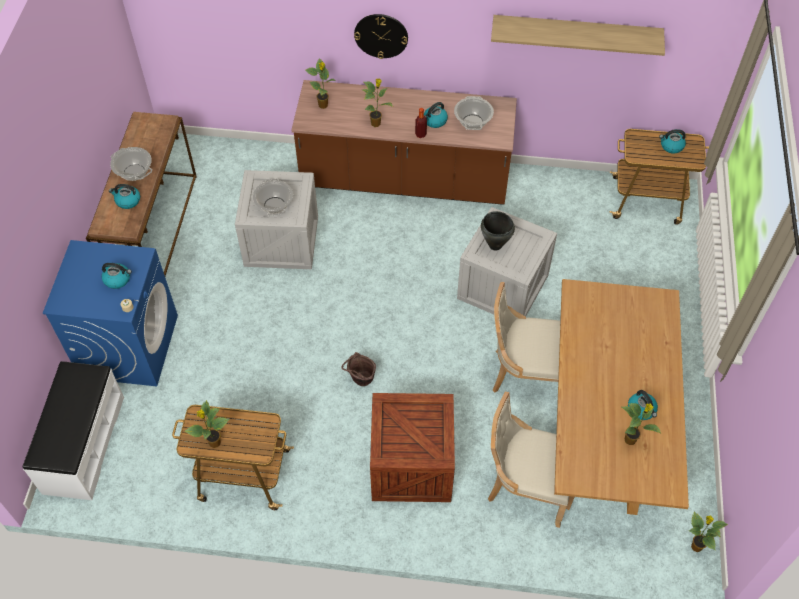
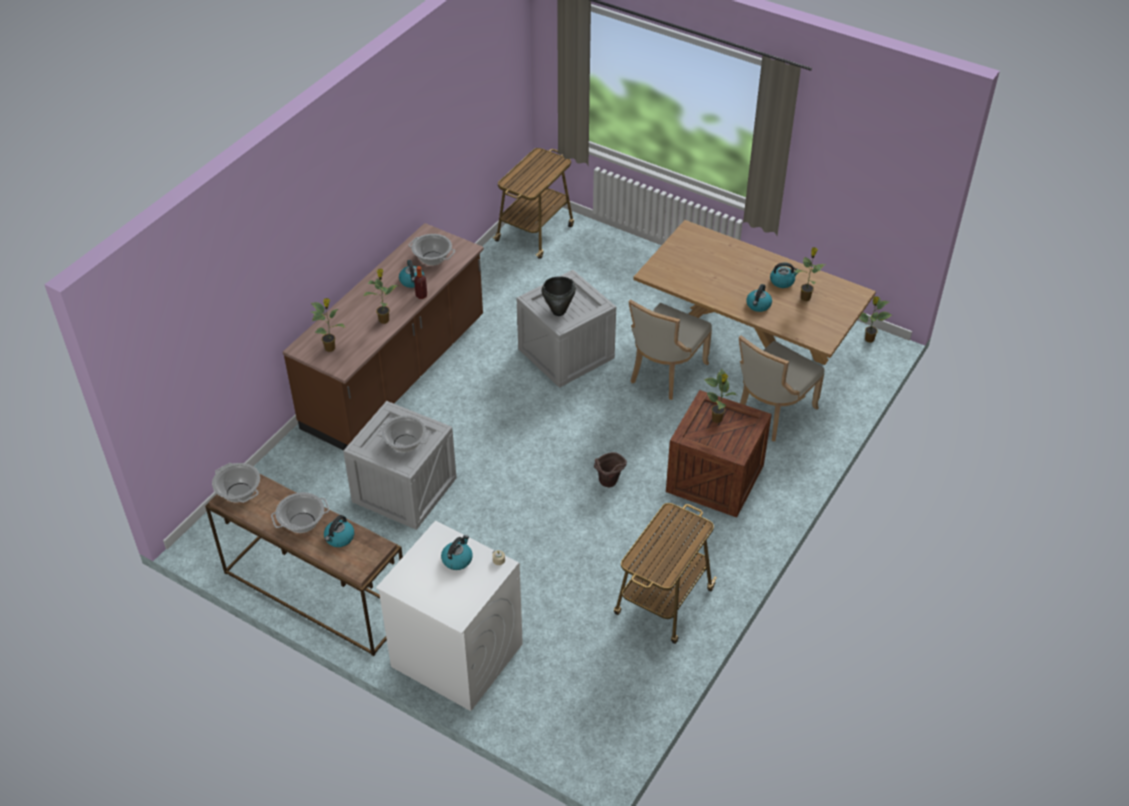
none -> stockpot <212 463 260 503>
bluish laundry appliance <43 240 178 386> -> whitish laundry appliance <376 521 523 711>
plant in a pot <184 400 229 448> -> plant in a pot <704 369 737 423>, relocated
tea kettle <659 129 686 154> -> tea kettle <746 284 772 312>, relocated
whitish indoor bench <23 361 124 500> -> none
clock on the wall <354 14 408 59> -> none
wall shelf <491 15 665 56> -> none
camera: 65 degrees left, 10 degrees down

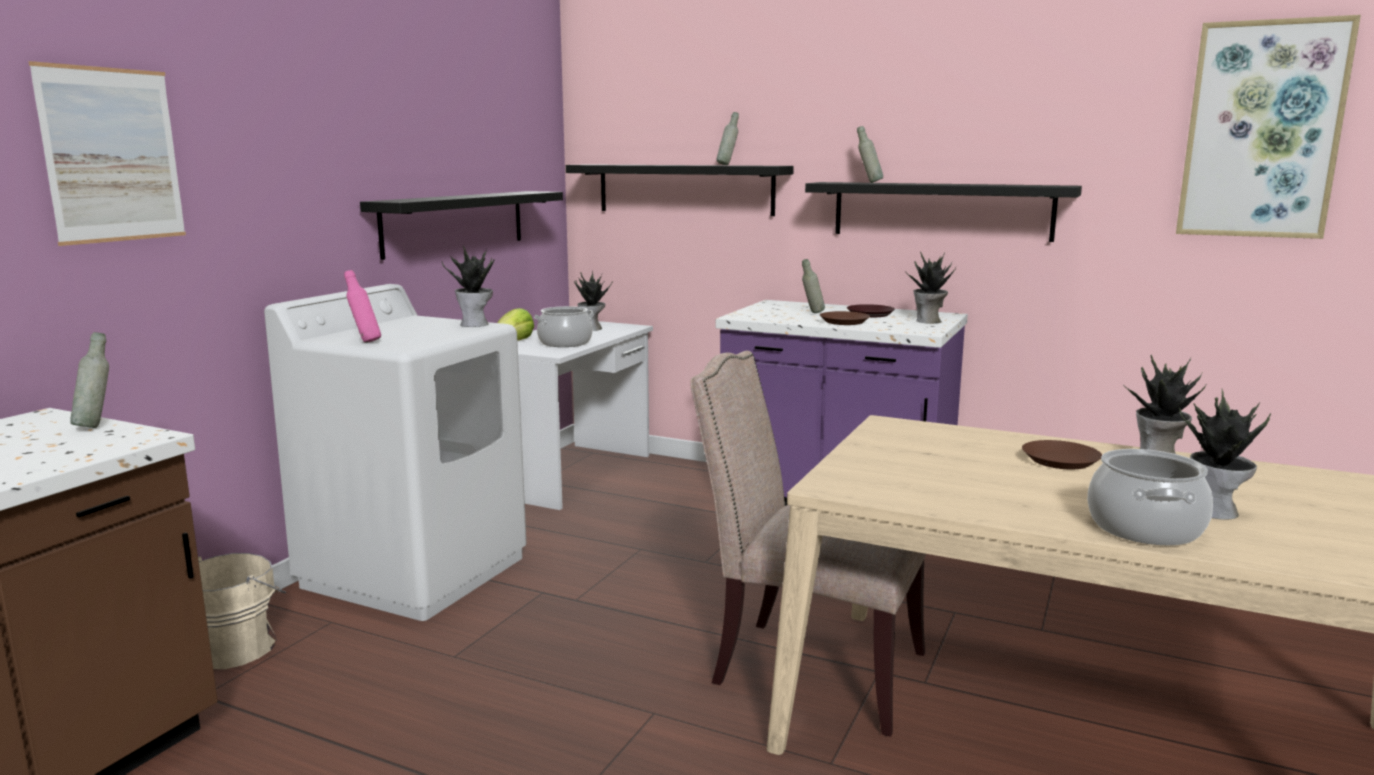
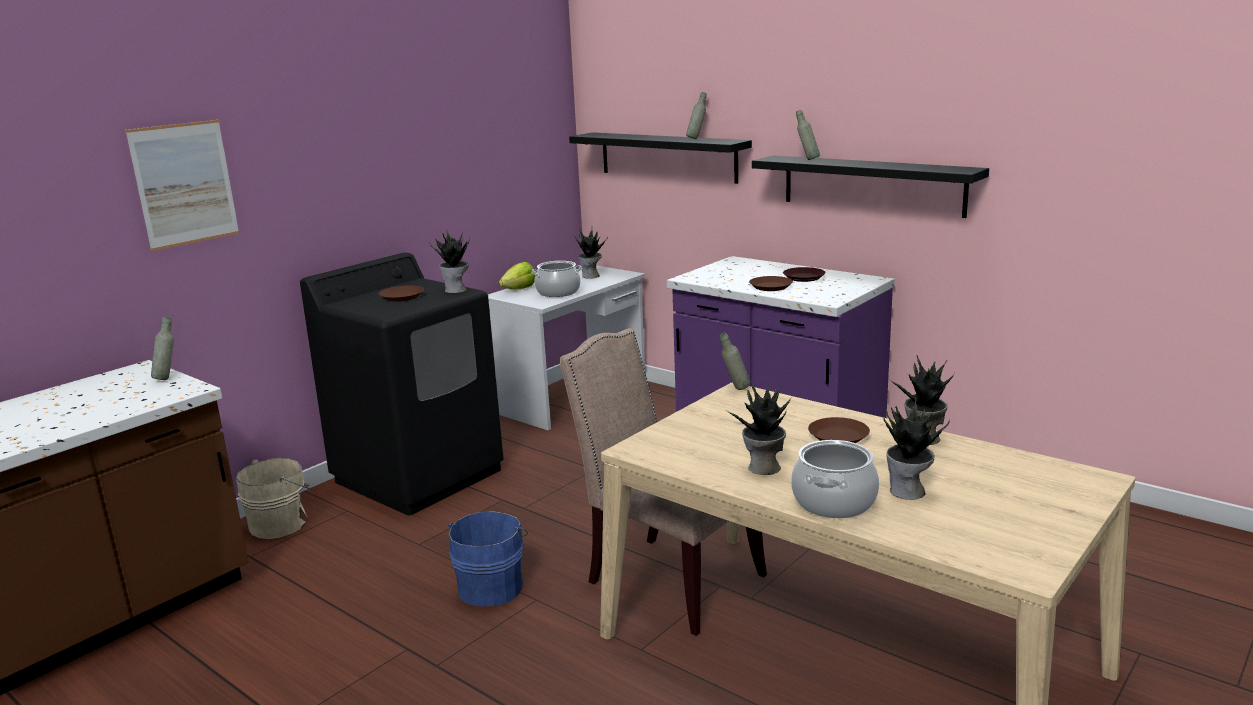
whitish laundry appliance <264 284 527 621> -> black laundry appliance <300 252 503 515>
none -> brown flat dish <379 286 424 302>
none -> bluish pail <448 512 528 606>
gray beverage bottle <802 259 825 313> -> gray beverage bottle <720 333 750 390>, relocated
plant in a pot <905 252 956 324> -> plant in a pot <725 382 792 475>, relocated
pink beverage bottle <344 270 381 343> -> none
black wall shelf <360 191 563 260> -> none
wall picture <1176 15 1361 239> -> none
camera: 15 degrees right, 5 degrees up

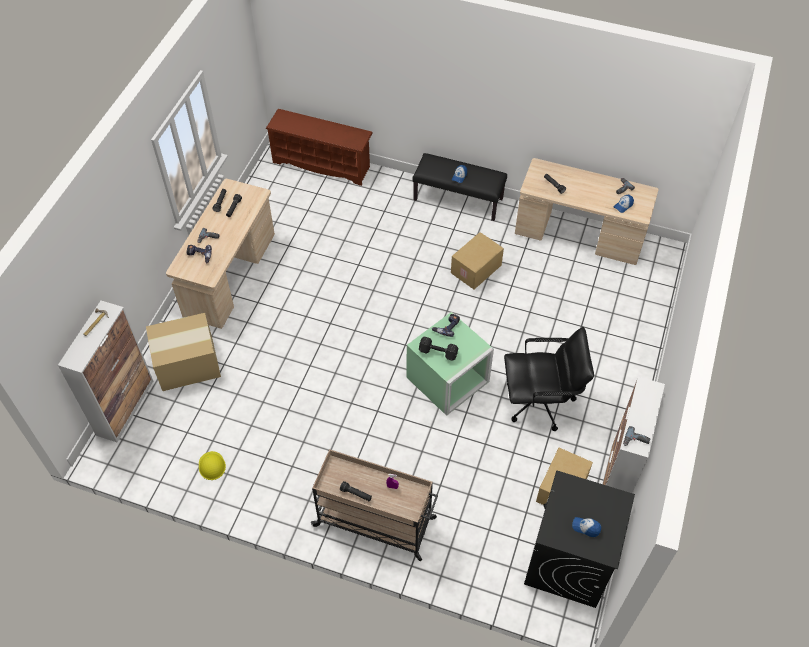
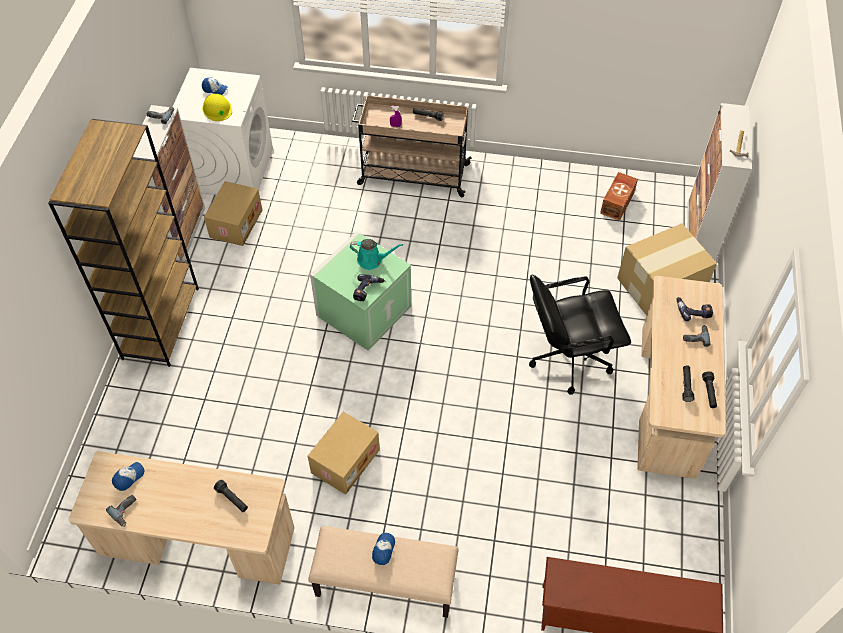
none -> brown bookshelf <48 119 199 367>
black laundry appliance <524 471 635 608> -> whitish laundry appliance <173 68 273 195>
yellow work helmet <199 451 226 480> -> yellow work helmet <202 94 232 121>, relocated
black indoor bench <412 153 507 221> -> beige-coloured indoor bench <308 526 459 618>
black free weight <419 336 458 361> -> turquoise watering pot <350 239 403 270>
black desk chair <504 327 594 431> -> black desk chair <529 275 631 395>, relocated
none -> brown storage bin <600 172 638 221>
camera: 170 degrees right, 0 degrees up

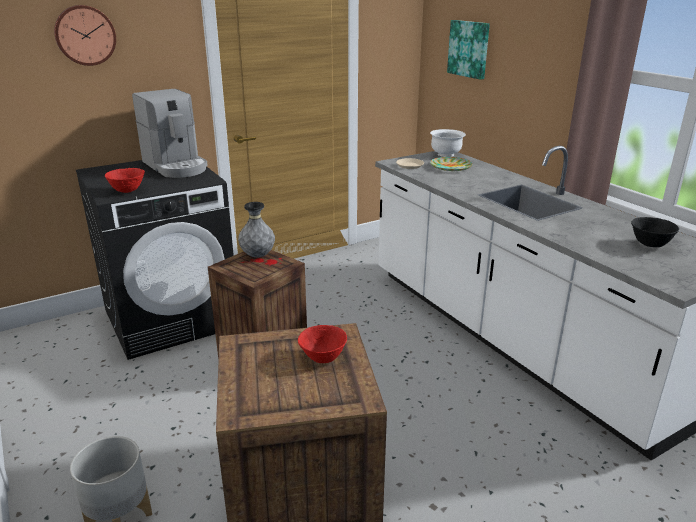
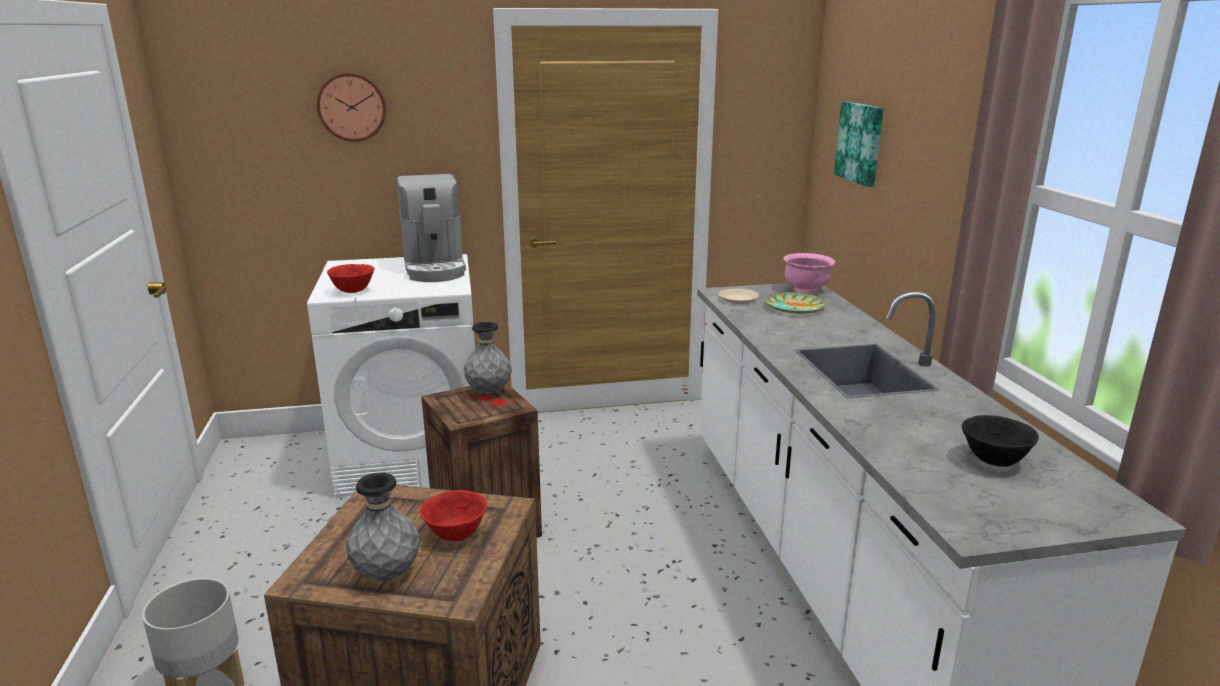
black laundry appliance <76 160 234 360> -> whitish laundry appliance <307 254 475 497>
none -> gray decorative vase <346 473 420 581>
whitish bowl <430 129 466 157> -> pink bowl <783 253 835 293>
camera: 20 degrees right, 5 degrees down

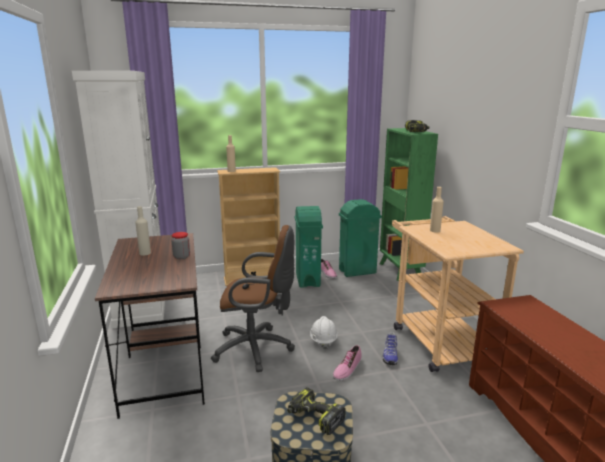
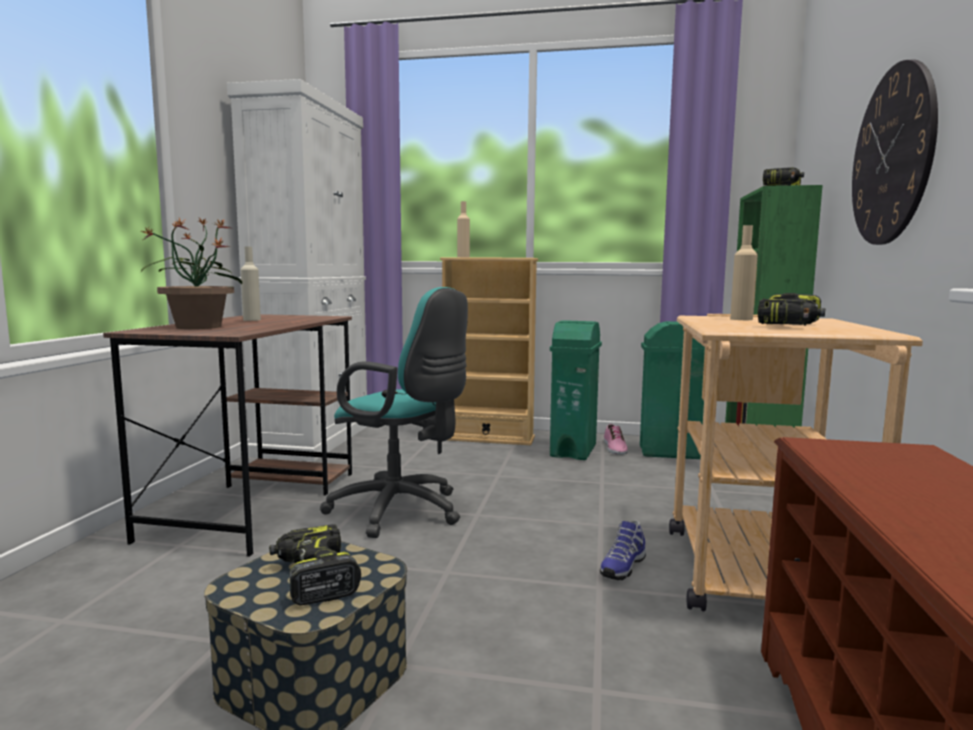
none -> plant in a pot <141 218 242 329>
brown desk chair <211 225 295 372> -> turquoise desk chair <320 287 468 538>
none -> electric drill <757 293 825 325>
none -> clock on the wall <852 60 938 245>
preserve jar <171 232 190 259> -> none
whitish work helmet <310 316 338 350> -> none
shoe <333 345 362 381> -> none
camera: 25 degrees right, 10 degrees down

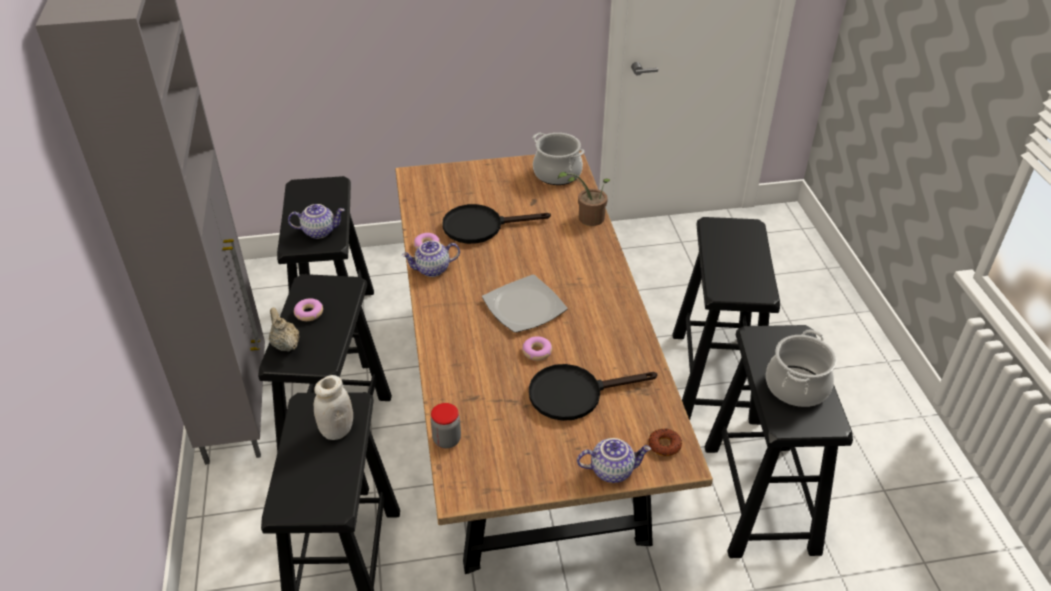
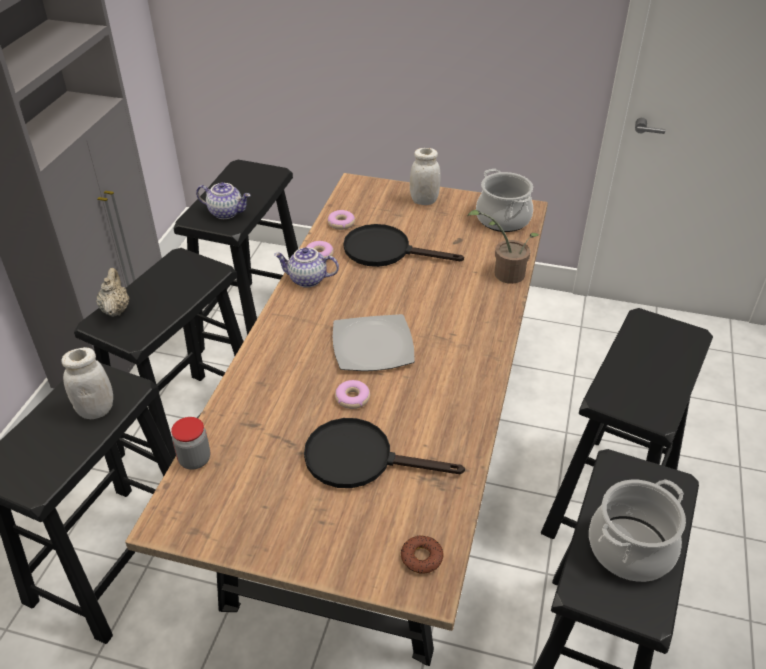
ring doughnut <294 298 323 321> -> ring doughnut <328 210 355 230>, relocated
none -> whitish preserve jar <410 148 440 205>
tea pot <577 438 651 483> -> none
camera: 25 degrees right, 0 degrees up

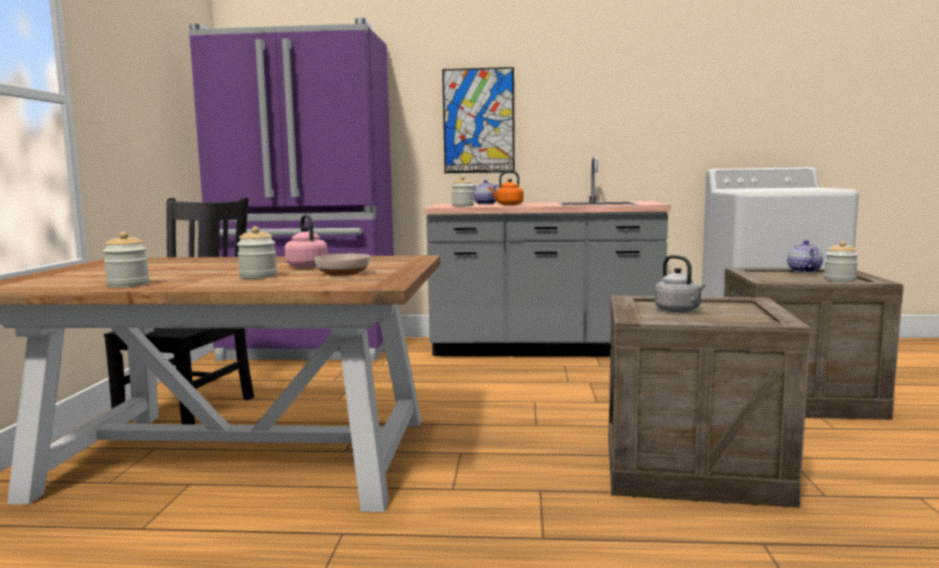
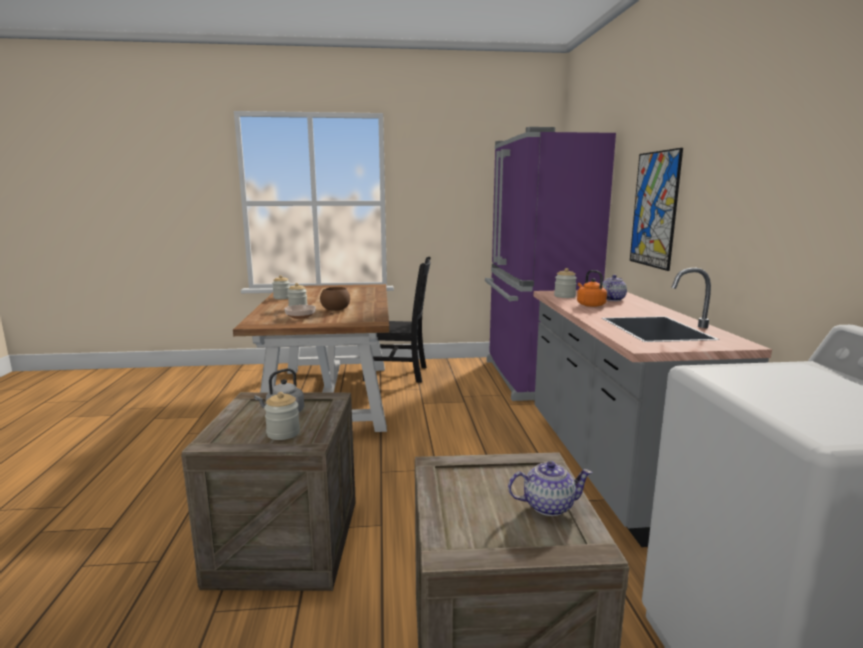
preserve jar <824 241 858 282> -> preserve jar <264 392 300 440>, relocated
pink tea kettle <285 215 328 268> -> brown bowl <320 287 350 311>
camera: 80 degrees right, 5 degrees up

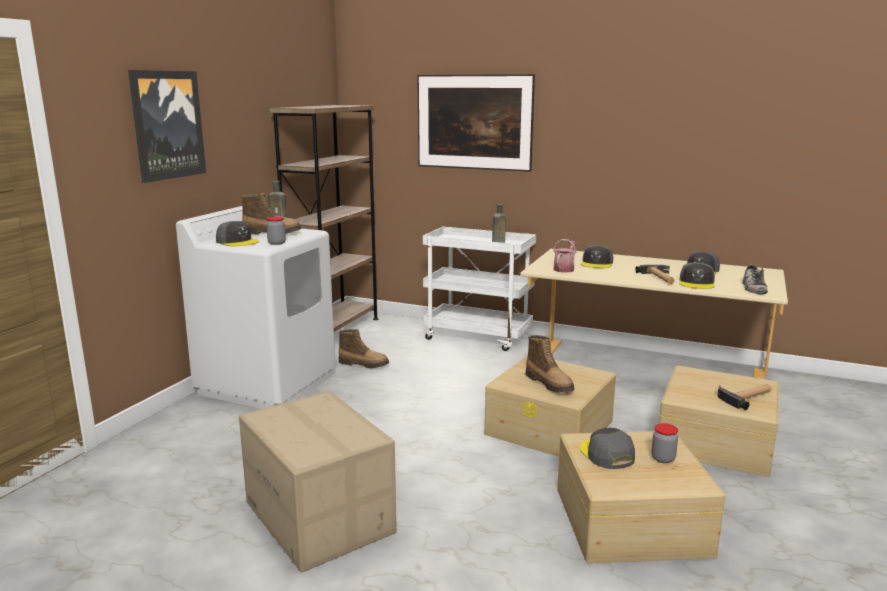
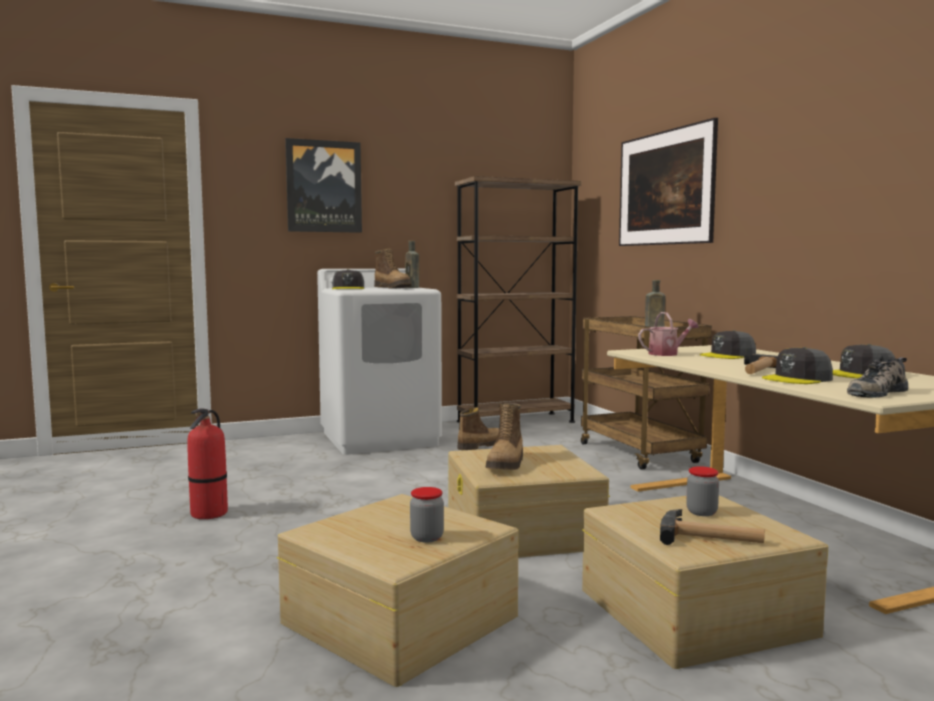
carton <239 391 396 573> -> extinguisher <187 408 228 519>
tall boot <339 329 389 368> -> tall boot <457 408 499 450>, 105 degrees counterclockwise
whitish wheeled cart <423 227 536 351> -> brown wheeled cart <581 316 712 470>
preserve jar <266 216 286 245> -> preserve jar <686 466 719 516>, relocated
gray peaked cap <580 428 635 469> -> none
camera: 45 degrees right, 10 degrees down

